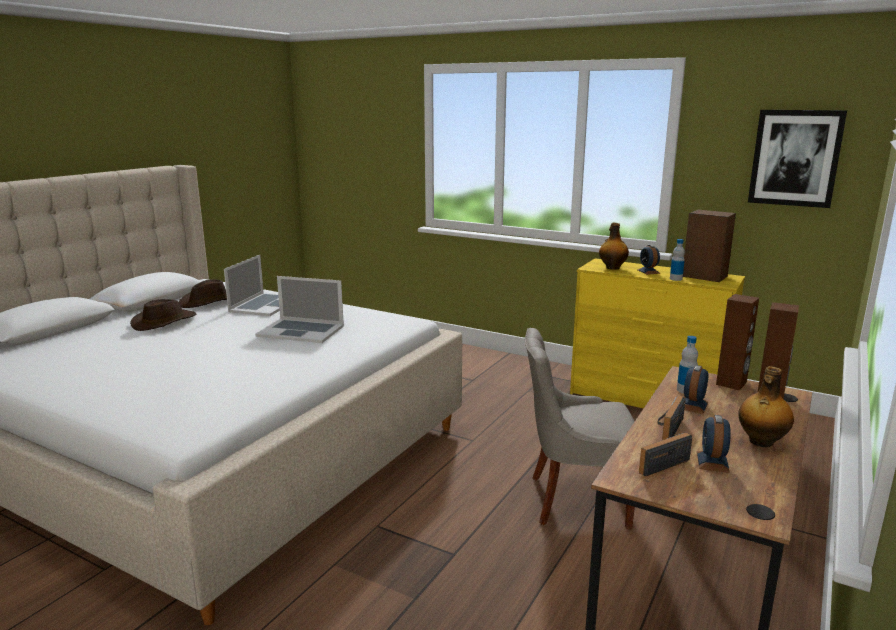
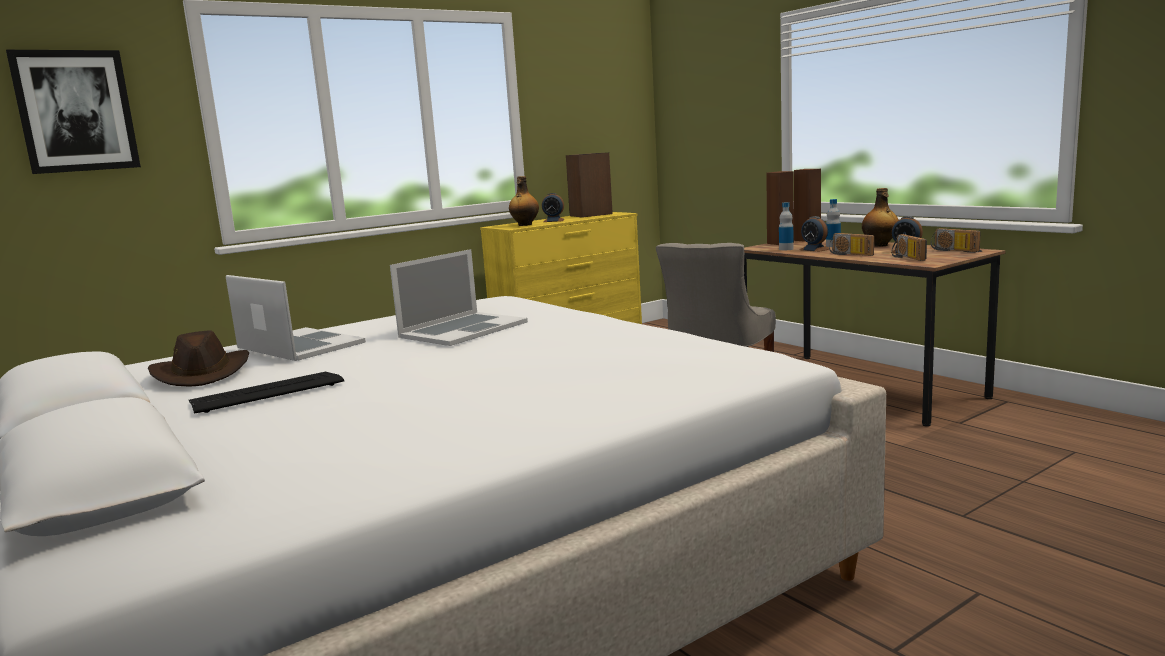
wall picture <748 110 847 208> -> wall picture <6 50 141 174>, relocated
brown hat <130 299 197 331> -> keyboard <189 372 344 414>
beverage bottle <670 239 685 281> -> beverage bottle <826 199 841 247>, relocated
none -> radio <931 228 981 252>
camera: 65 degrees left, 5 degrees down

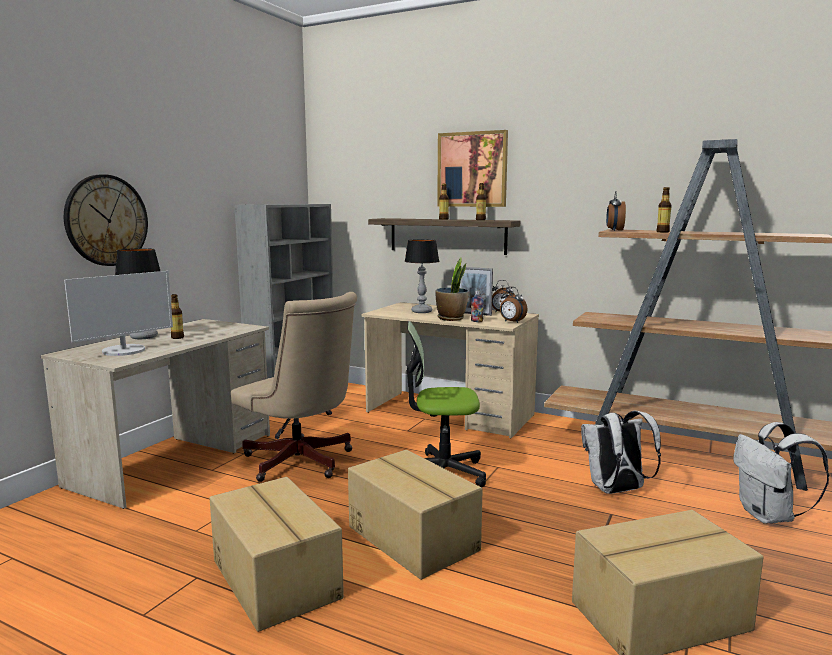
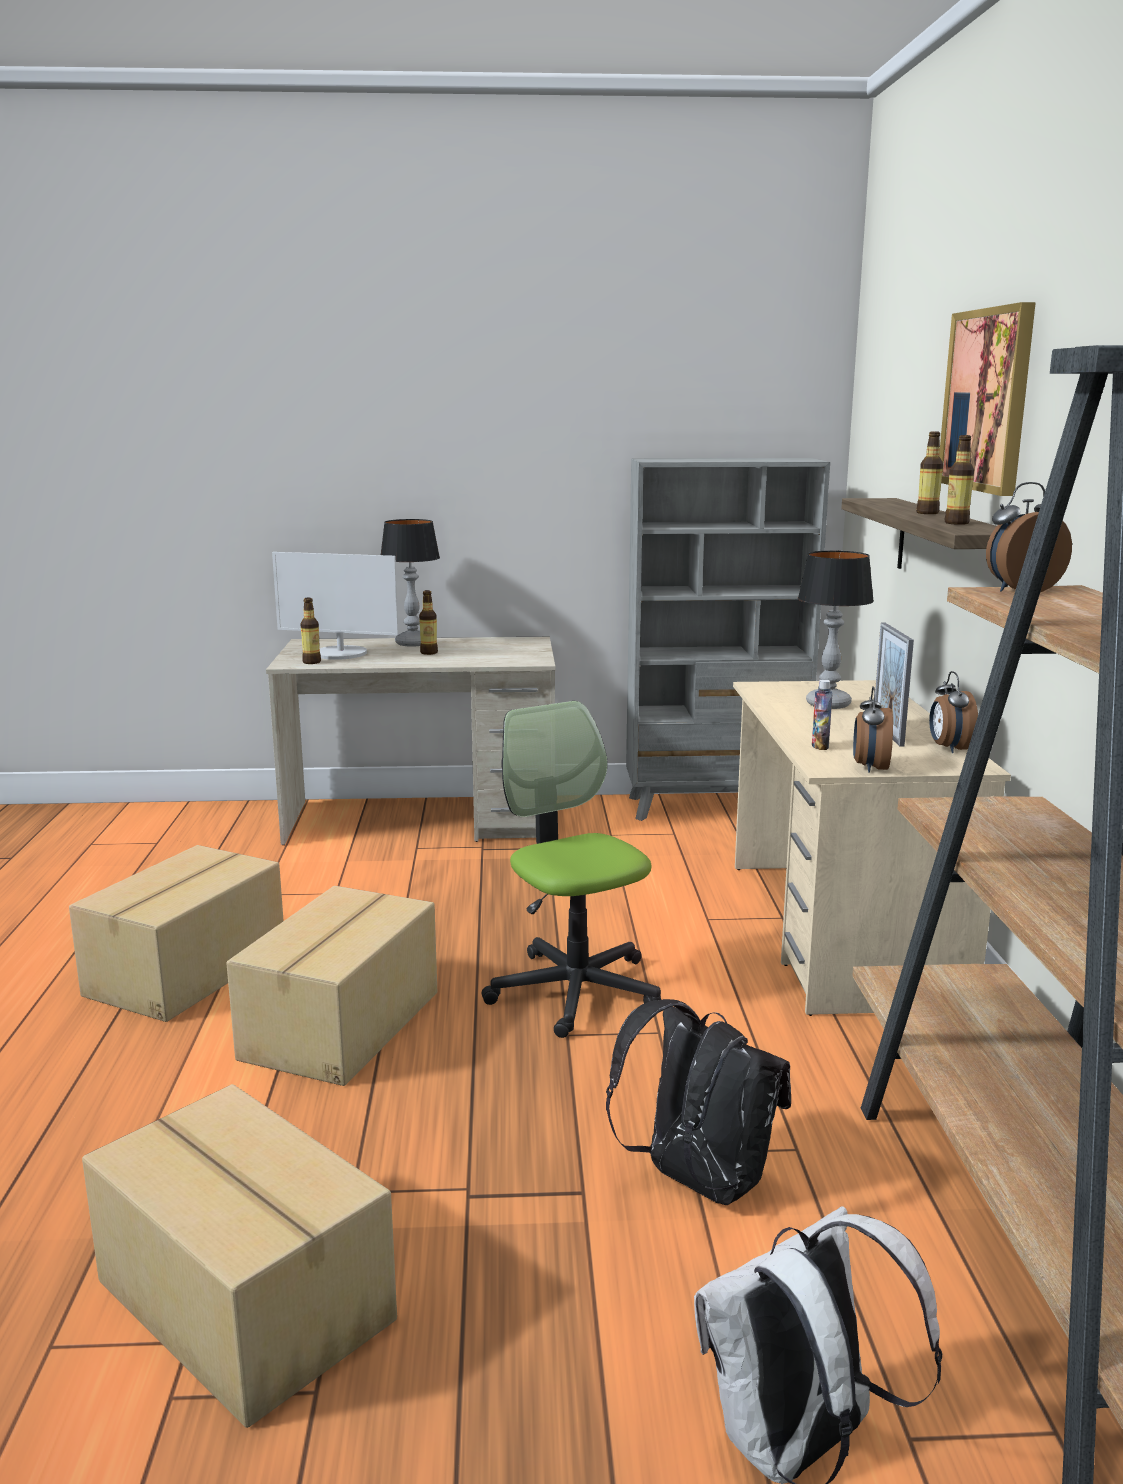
beverage bottle <656 187 672 232> -> beverage bottle <300 598 321 664>, relocated
whitish backpack <581 411 661 494> -> black backpack <606 999 791 1205>
clock on the wall <64 174 148 266> -> none
beige-coloured desk chair <231 292 357 482> -> none
plant in a pot <435 257 469 321> -> none
camera: 60 degrees right, 5 degrees up

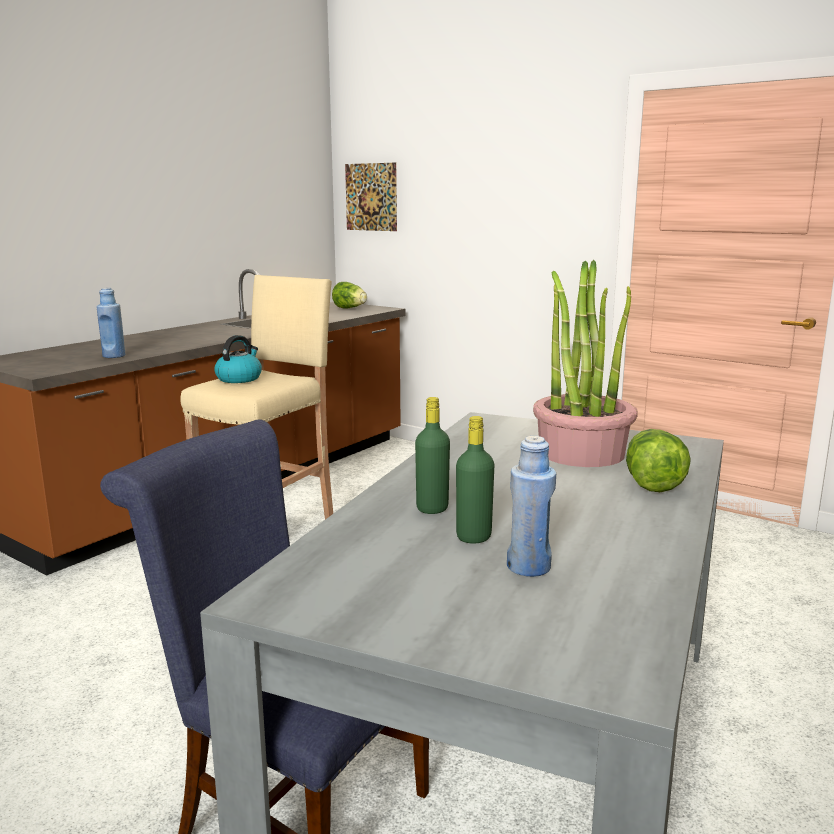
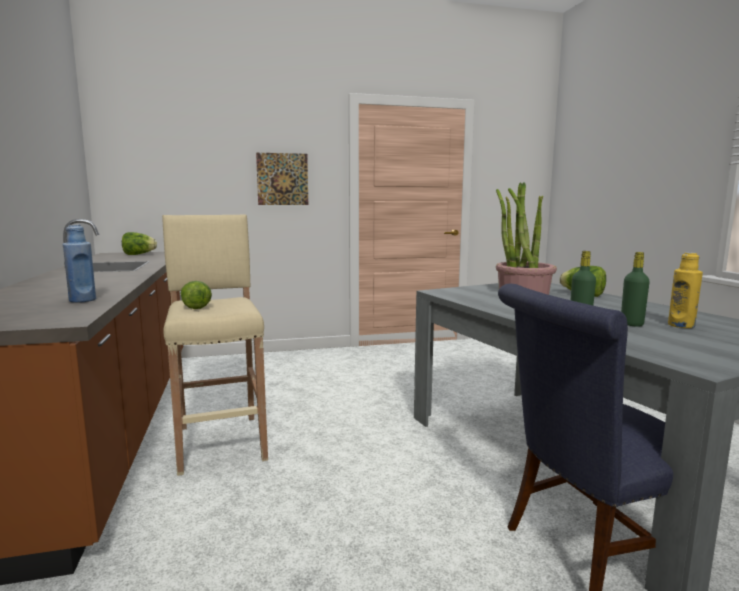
tea kettle <214 335 262 383> -> head of lettuce <180 281 212 309>
wall picture <345 163 397 231> -> wall picture <256 153 308 205>, relocated
bluish beverage bottle <507 436 556 577> -> yellow beverage bottle <668 252 703 328>
camera: 50 degrees left, 5 degrees down

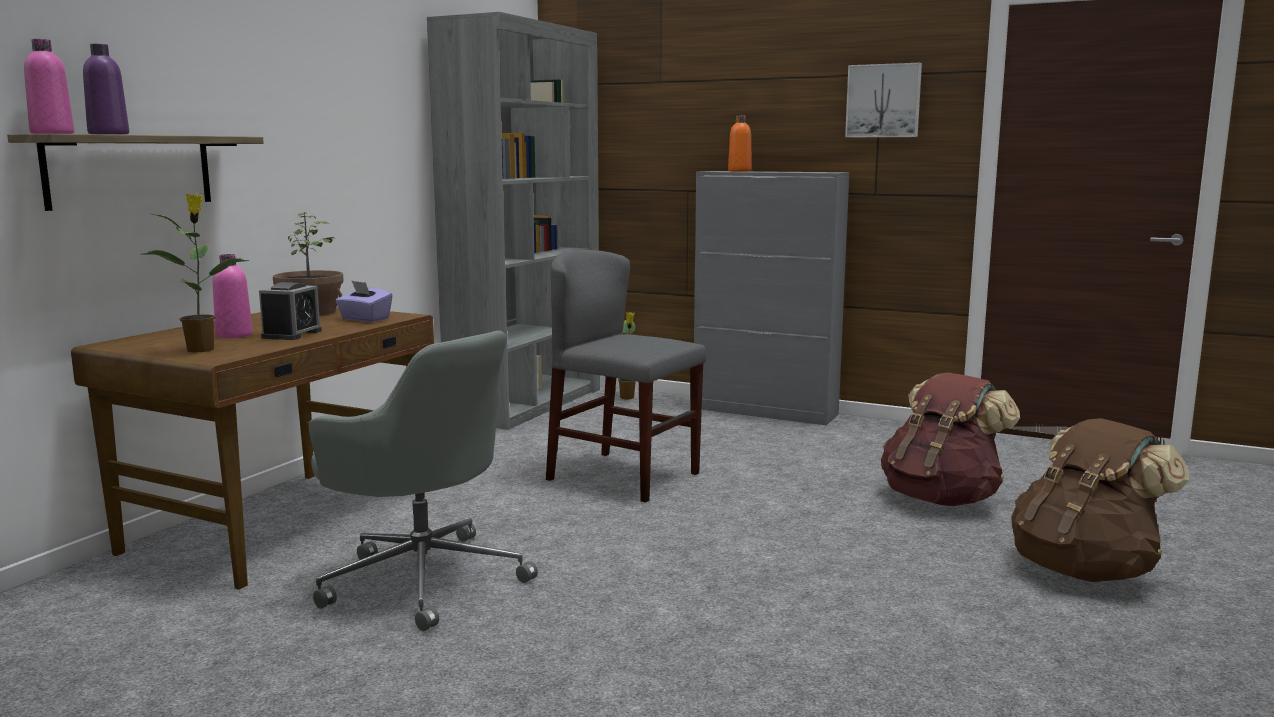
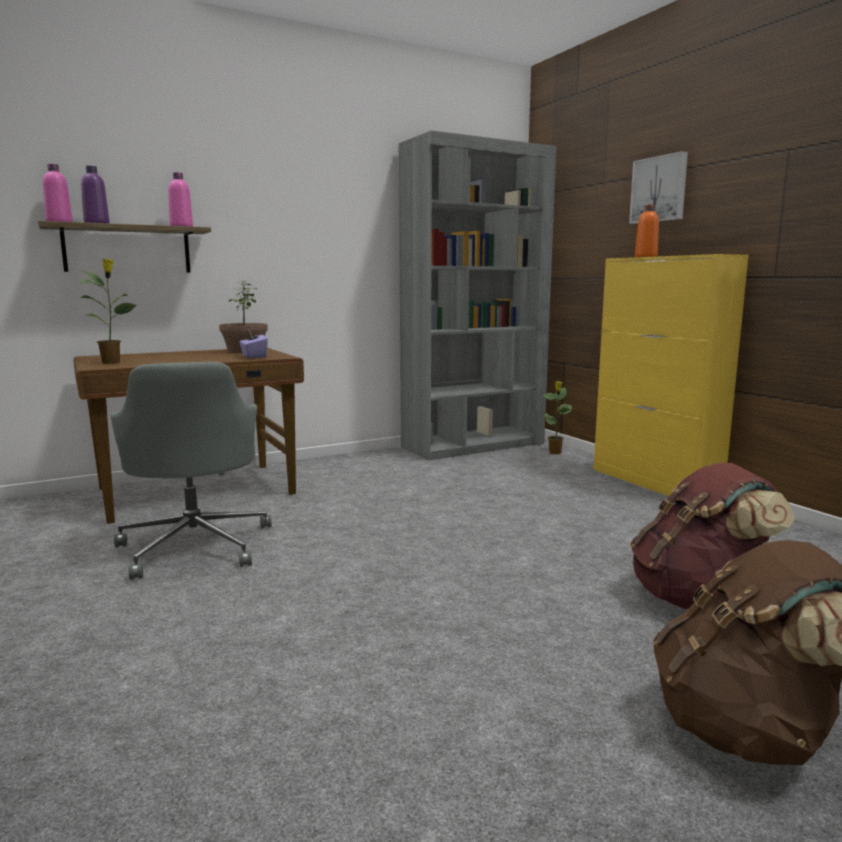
pink beverage bottle <212 254 253 338> -> pink beverage bottle <168 172 193 226>, relocated
gray cabinet <694 171 850 425> -> yellow cabinet <594 254 749 496>
wall picture <845 63 922 137> -> wall picture <629 151 688 224>, relocated
table clock <259 282 322 340> -> none
gray plain chair <546 250 706 503> -> none
camera: 35 degrees right, 0 degrees up

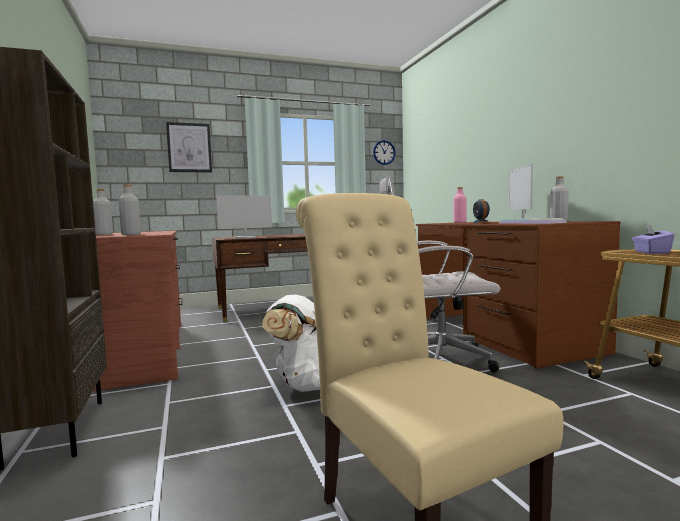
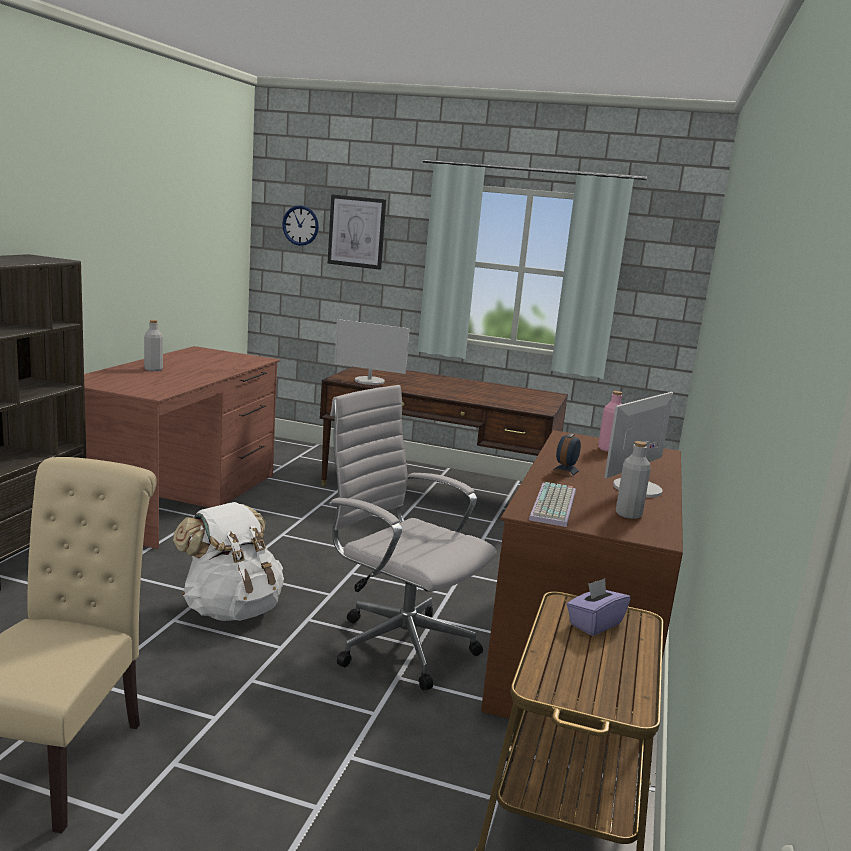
clock on the wall <373 140 396 165> -> clock on the wall <282 205 319 246>, relocated
gray beverage bottle <119 184 141 235> -> none
camera: 35 degrees right, 10 degrees up

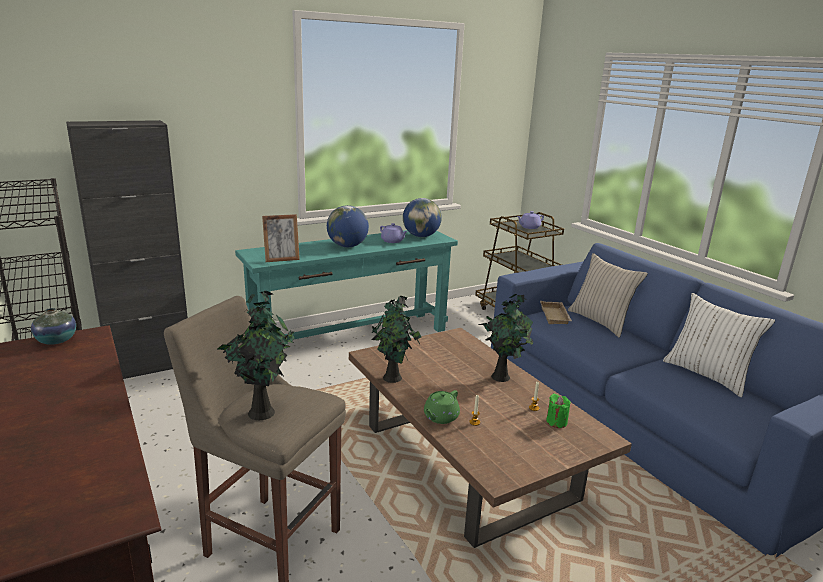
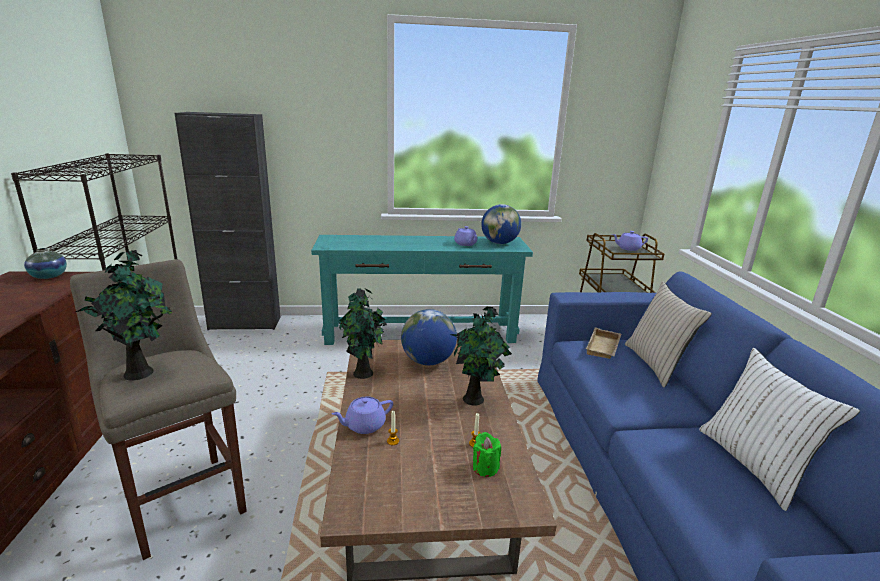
greenish tea pot <424 390 460 424> -> purple-coloured tea pot <332 397 393 434>
desk globe <327 205 369 247> -> desk globe <401 309 457 365>, relocated
picture frame <262 214 300 262> -> none
camera: 25 degrees right, 0 degrees up

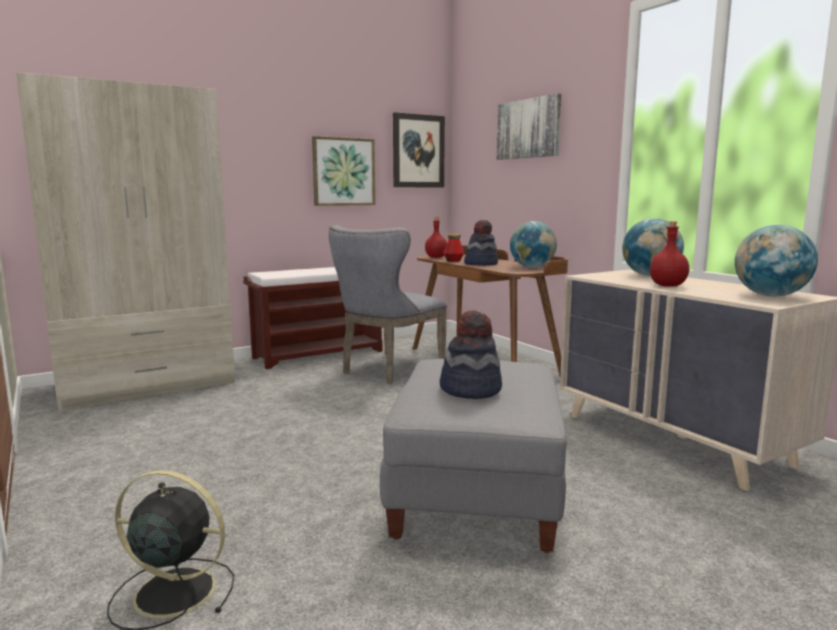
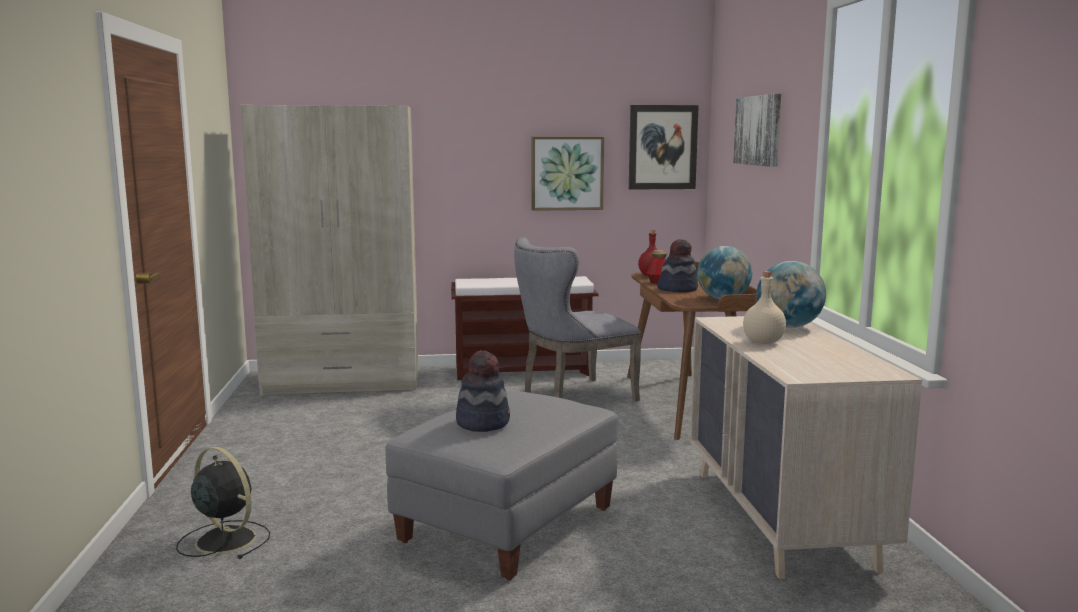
reddish beverage bottle <650 221 689 287> -> beige-coloured beverage bottle <743 271 786 344>
desk globe <735 225 818 297> -> none
camera: 25 degrees right, 0 degrees up

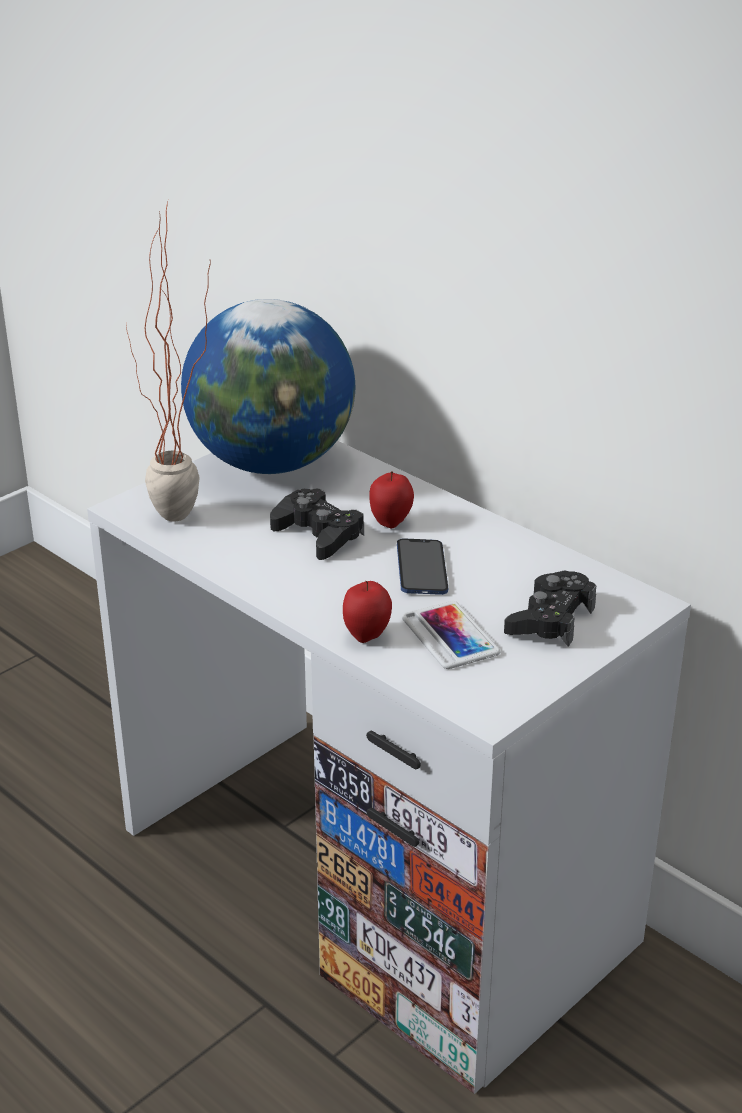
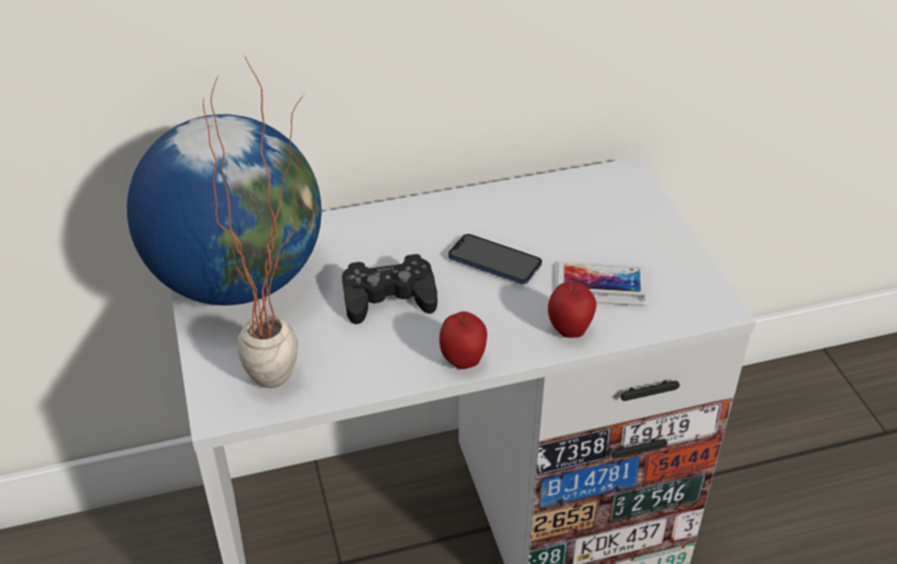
apple fruit <369 471 414 528> -> apple fruit <439 311 487 369>, relocated
black game controller <504 570 596 647> -> none
camera: 60 degrees left, 10 degrees up

